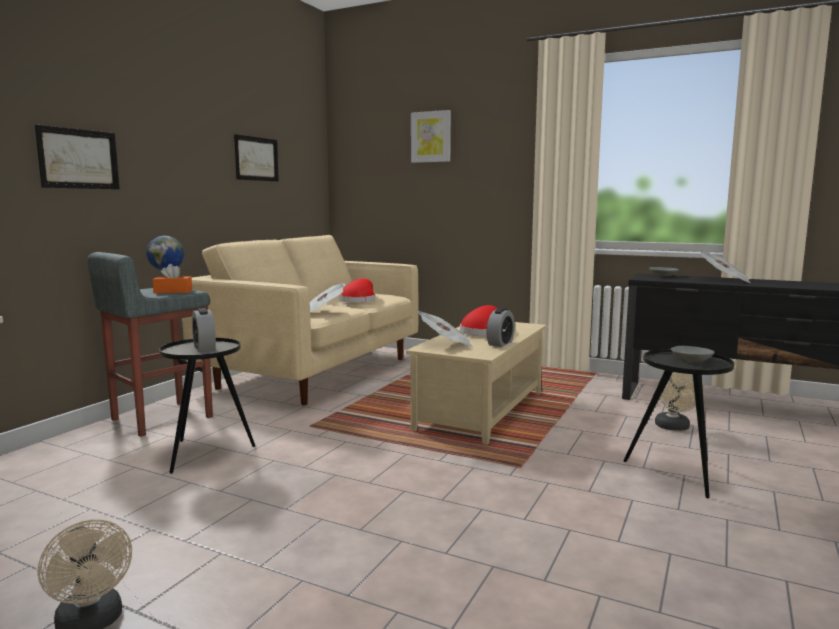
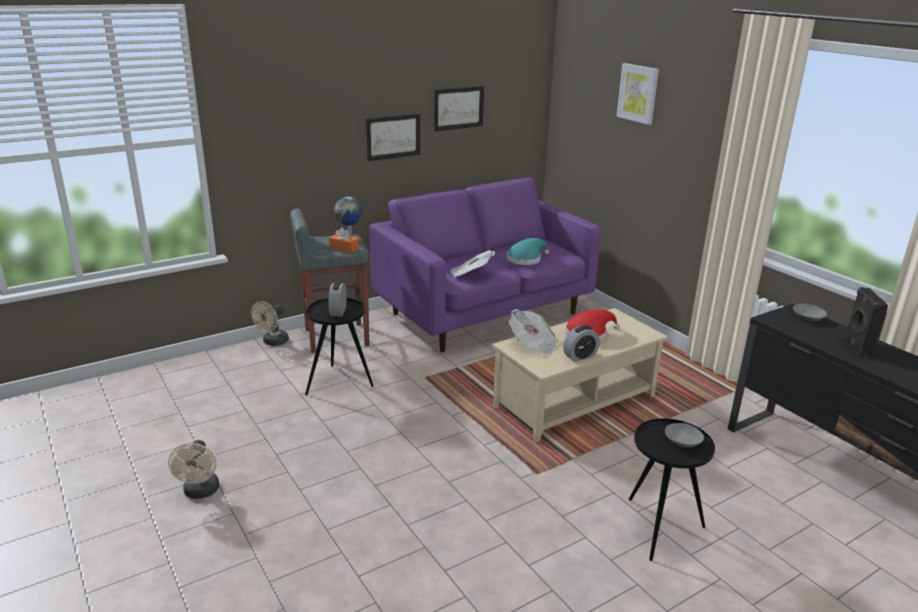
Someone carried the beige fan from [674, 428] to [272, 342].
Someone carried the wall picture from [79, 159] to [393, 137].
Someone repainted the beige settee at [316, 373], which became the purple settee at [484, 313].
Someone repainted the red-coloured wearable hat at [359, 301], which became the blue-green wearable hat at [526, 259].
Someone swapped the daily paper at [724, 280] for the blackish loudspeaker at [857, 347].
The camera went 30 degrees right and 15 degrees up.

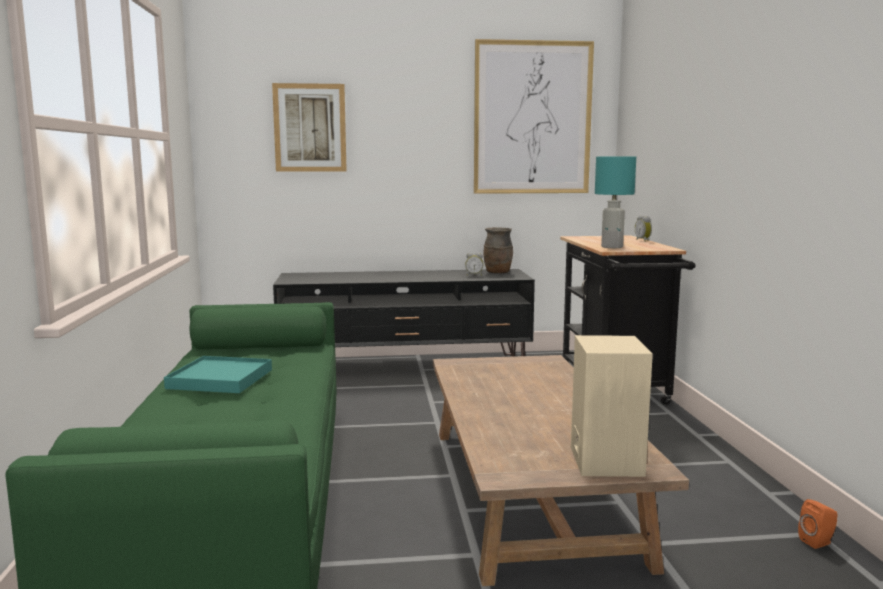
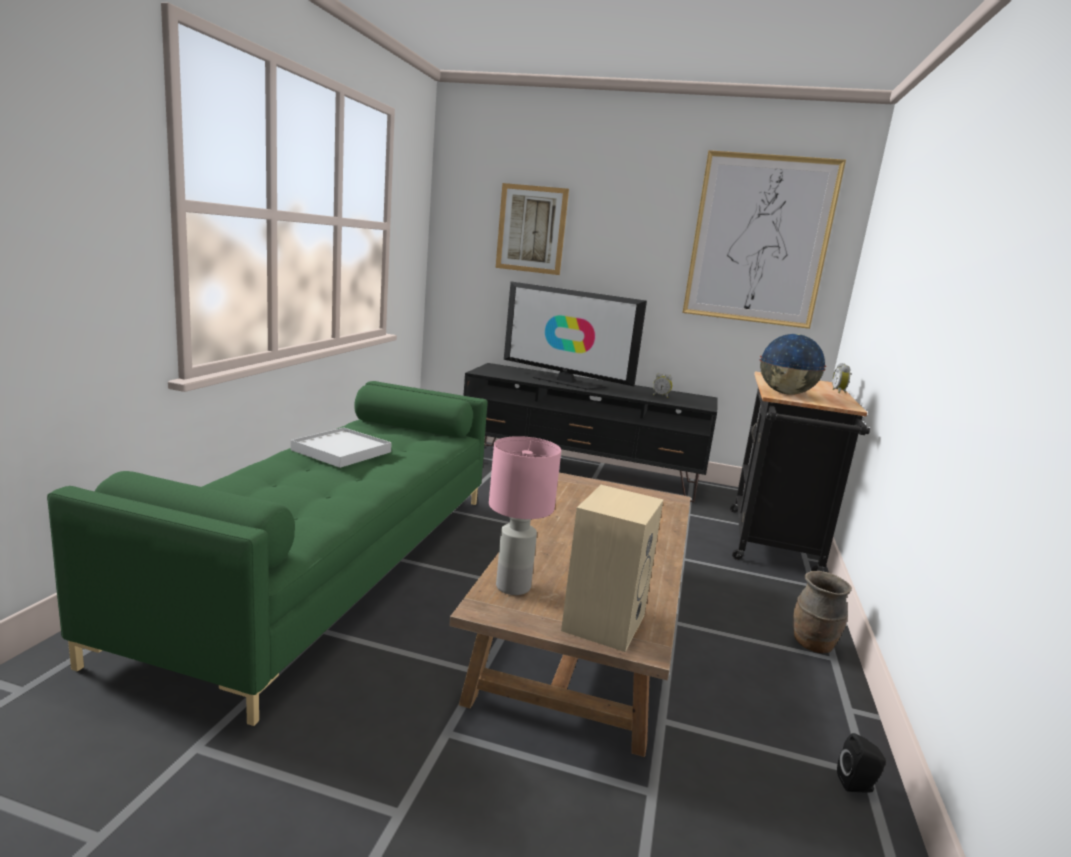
Someone repainted the blue-green tray at [220, 379], which became the white tray at [341, 451].
Someone put down the pink-coloured table lamp at [512, 587].
Someone put down the TV at [565, 382].
Someone swapped the blue-green table lamp at [612, 247] for the globe at [786, 393].
Someone carried the brownish vase from [498, 273] to [813, 645].
Someone repainted the orange-coloured loudspeaker at [818, 542], which became the blackish loudspeaker at [857, 785].
The camera went 20 degrees right and 5 degrees up.

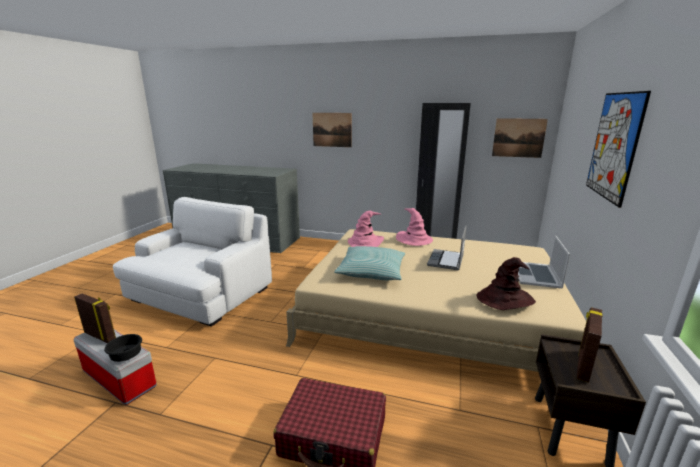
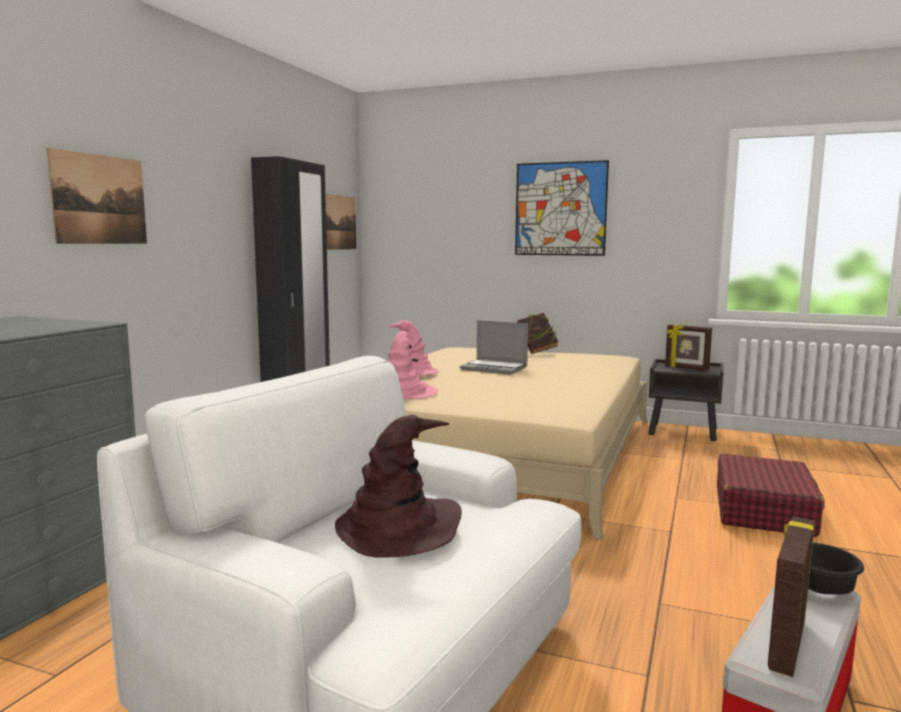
Someone carried the brownish wearable hat from [505, 299] to [399, 528].
Someone swapped the notebook computer at [536, 275] for the bound book at [537, 352].
Someone took away the cushion at [371, 271].
The camera went 85 degrees left and 10 degrees down.

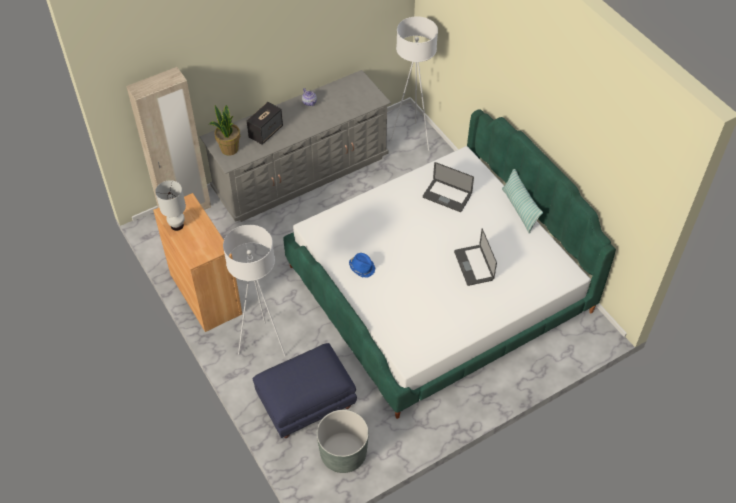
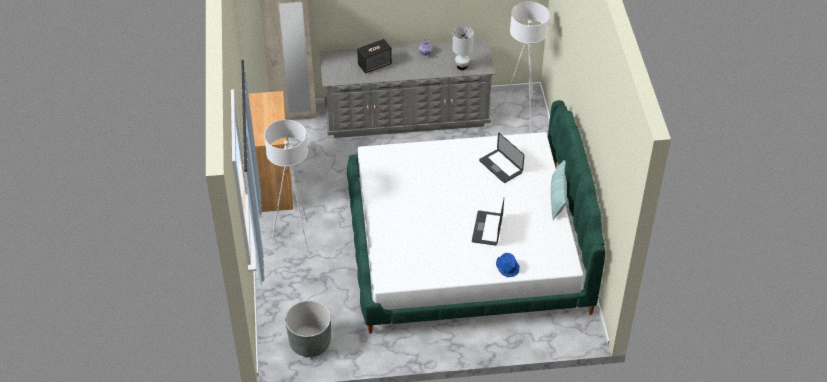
Someone carried the white table lamp from [177, 226] to [462, 66].
Someone carried the blue-coloured wearable hat from [362, 267] to [507, 267].
Someone took away the plant in a pot at [229, 149].
Someone took away the blue-coloured footrest at [305, 404].
The camera went 25 degrees right and 5 degrees down.

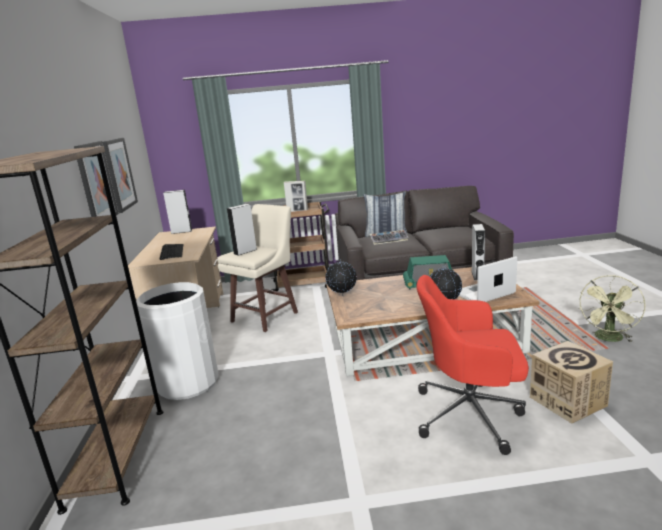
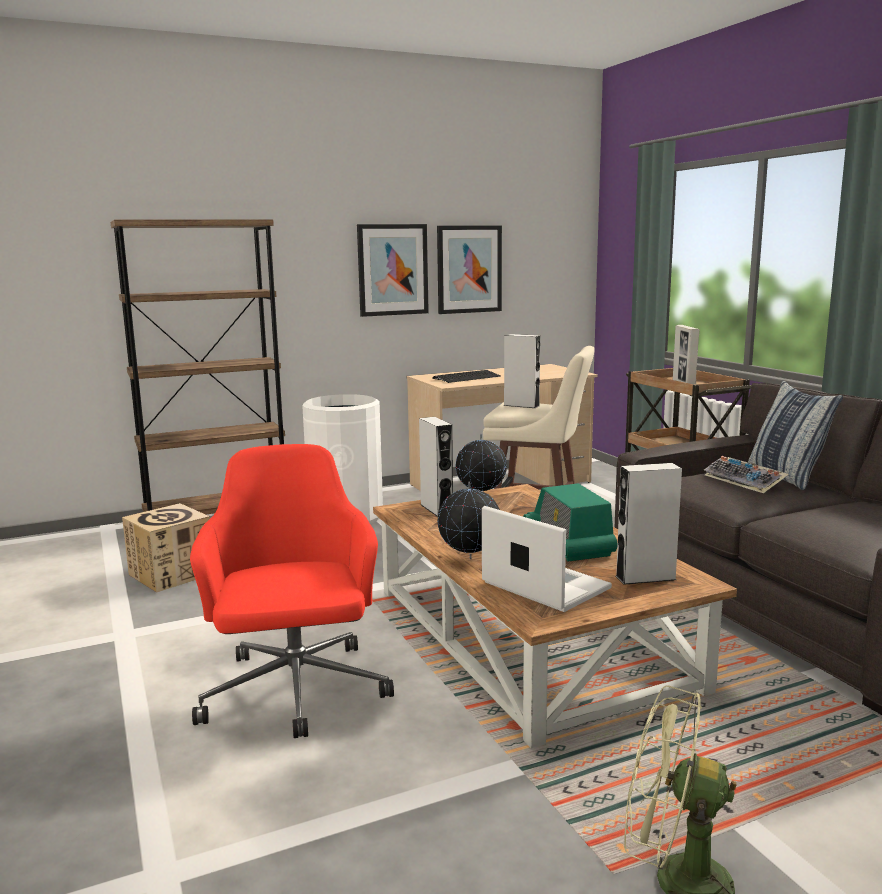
Someone carried the cardboard box from [567, 401] to [171, 574].
Someone carried the grey loudspeaker from [181, 231] to [436, 509].
The camera went 70 degrees right and 5 degrees down.

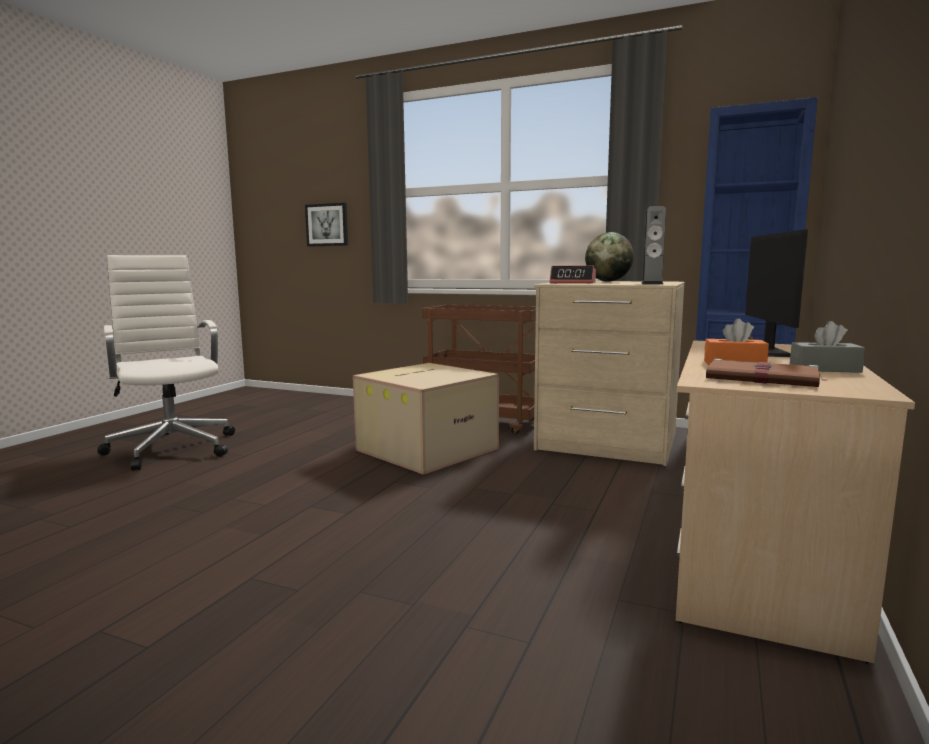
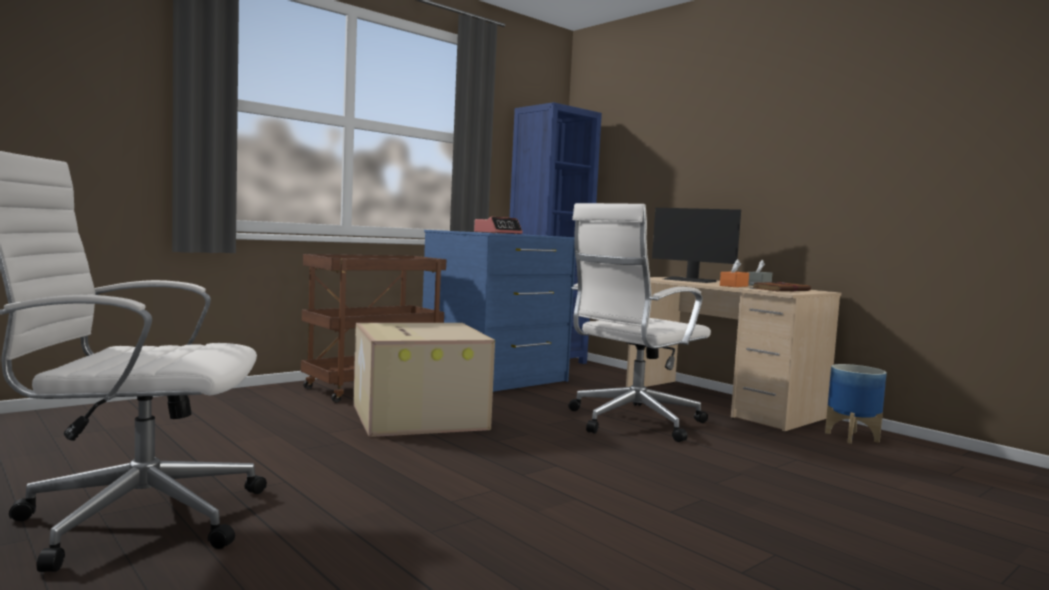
Someone repainted the beige dresser at [606, 442], which became the blue-coloured dresser at [495, 378].
Someone put down the white office chair at [631, 422].
Someone put down the flower pot at [851, 437].
Someone took away the wall picture at [327, 225].
Someone took away the globe at [608, 281].
Someone took away the loudspeaker at [652, 283].
The camera went 65 degrees left and 5 degrees down.

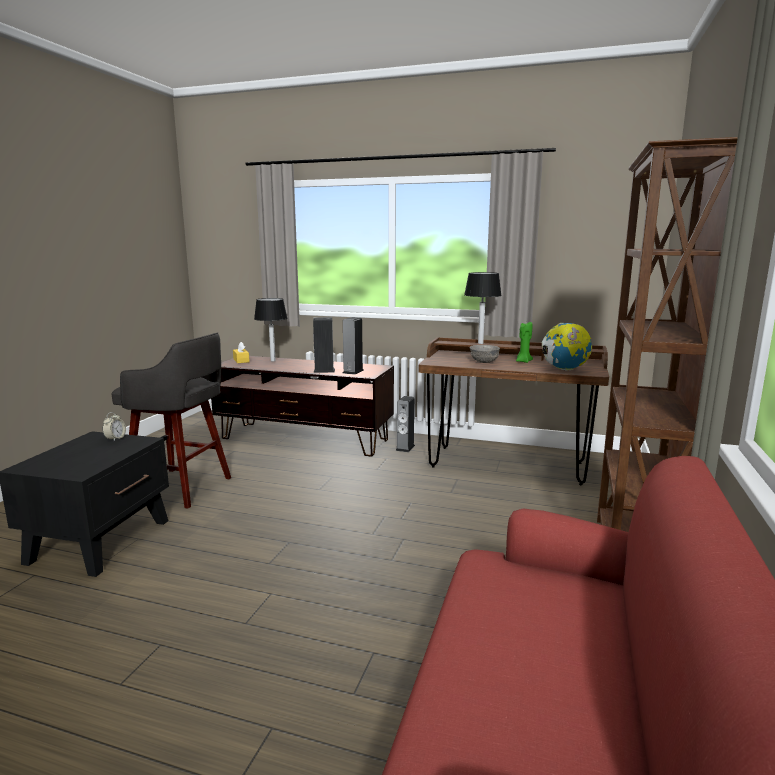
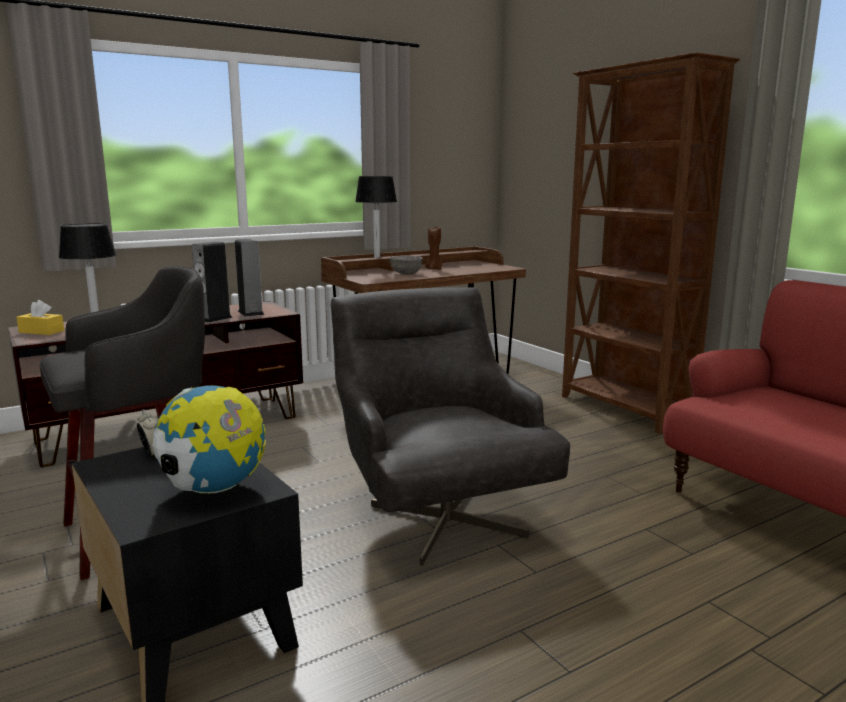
Someone carried the globe from [564, 369] to [213, 489].
Someone put down the grey easy chair at [438, 512].
Someone repainted the greenish wax candle at [523, 361], which became the brownish wax candle at [433, 269].
Someone took away the loudspeaker at [405, 448].
The camera went 50 degrees left and 0 degrees up.

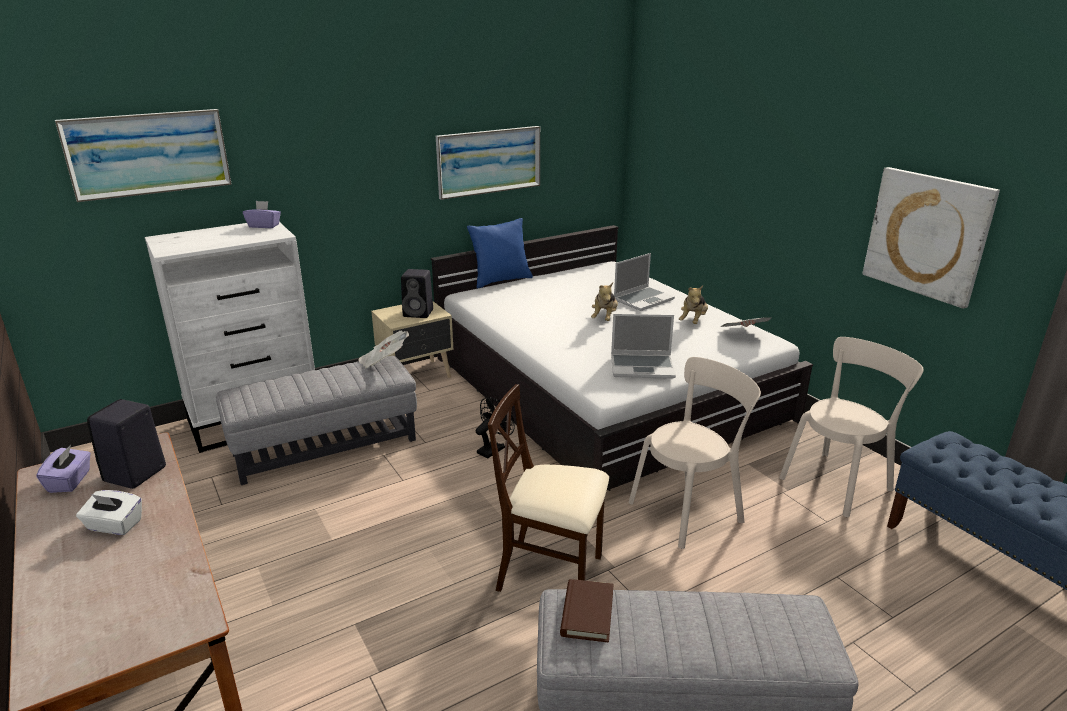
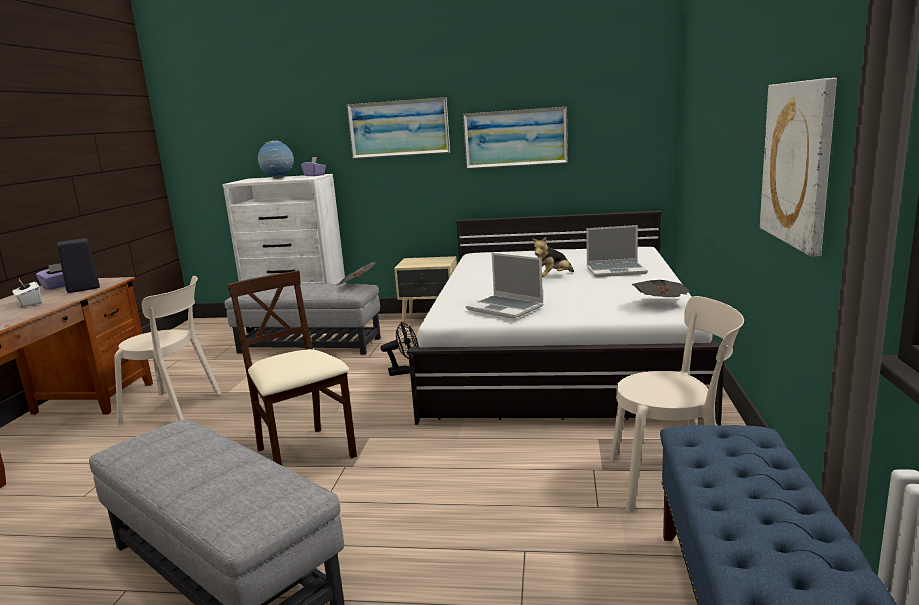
Someone carried the beige upright chair from [689, 510] to [176, 408].
Someone put down the globe at [278, 178].
Someone carried the wall picture from [148, 153] to [399, 128].
Someone took away the blackish loudspeaker at [419, 313].
Someone took away the blue-coloured cushion at [501, 280].
Someone took away the brownish bound book at [587, 613].
Someone took away the cuddly toy at [693, 321].
The camera went 40 degrees right and 10 degrees down.

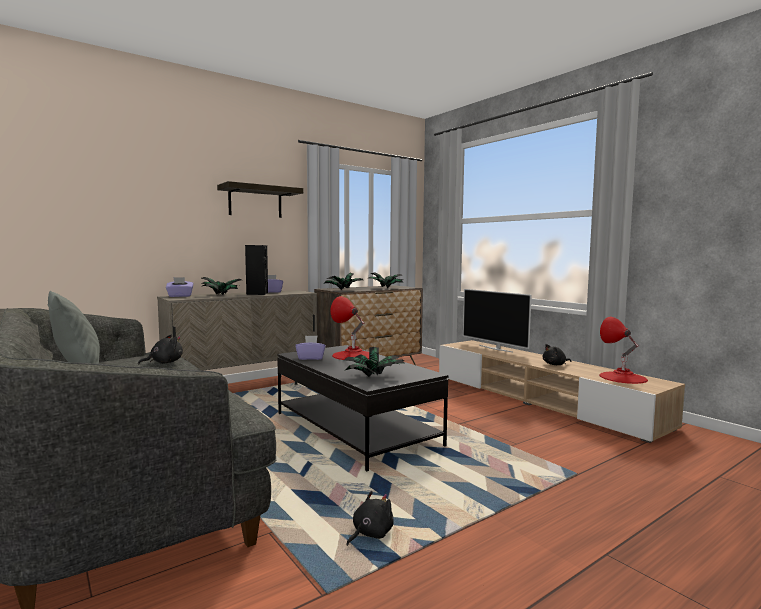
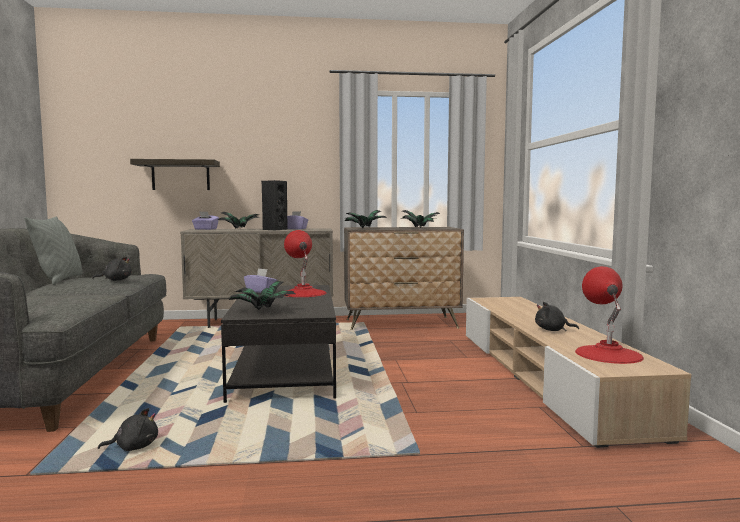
Someone carried the wall shelf from [255, 202] to [180, 175].
Someone took away the TV at [495, 348].
The camera went 30 degrees right and 0 degrees up.

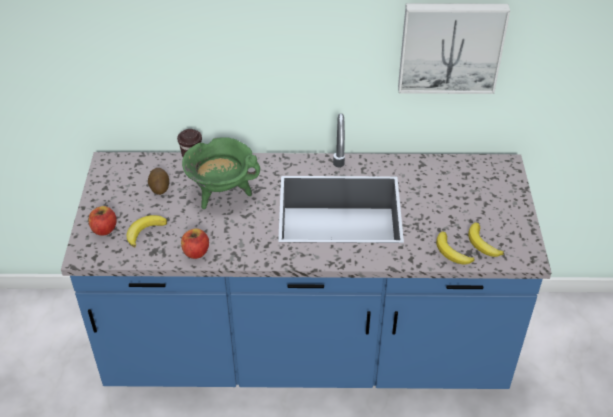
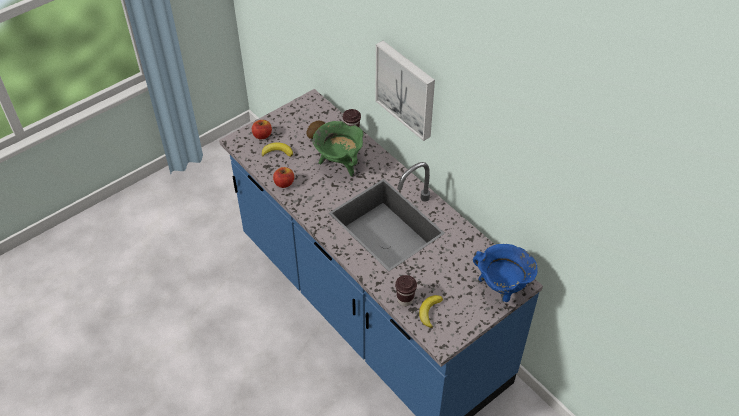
Someone carried the wall picture from [450, 46] to [407, 89].
Someone swapped the whole banana at [451, 252] for the brownish drinking cup at [405, 300].
Someone put down the blue-coloured cooking pot at [502, 288].
The camera went 50 degrees right and 5 degrees up.

